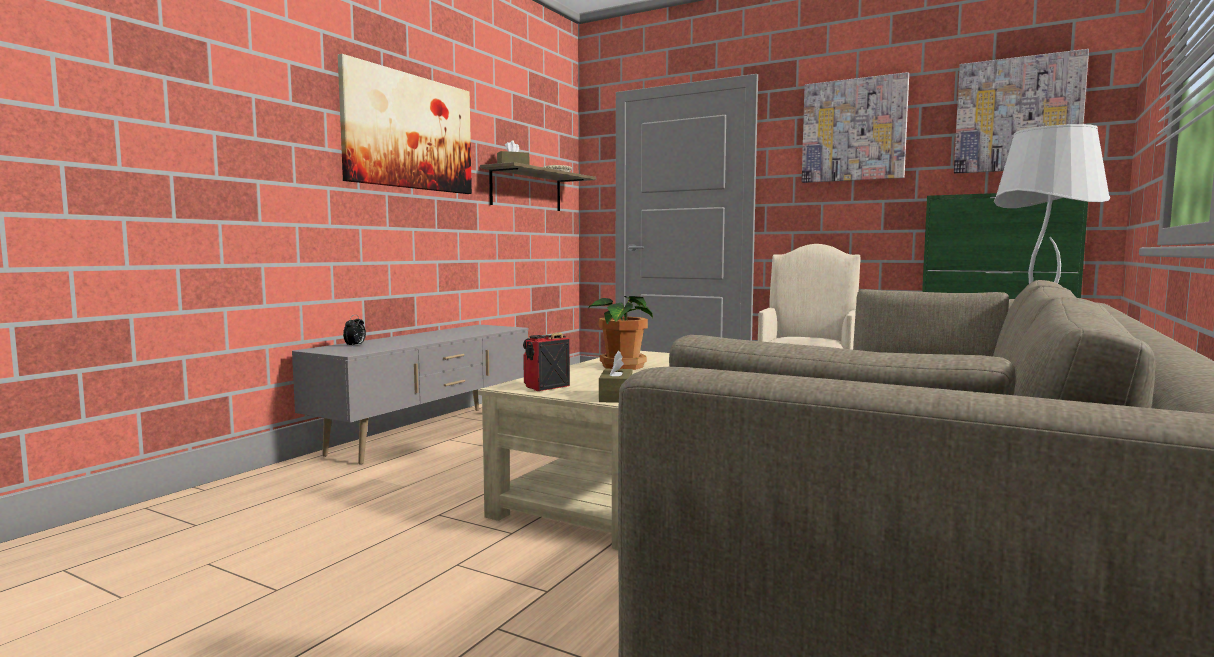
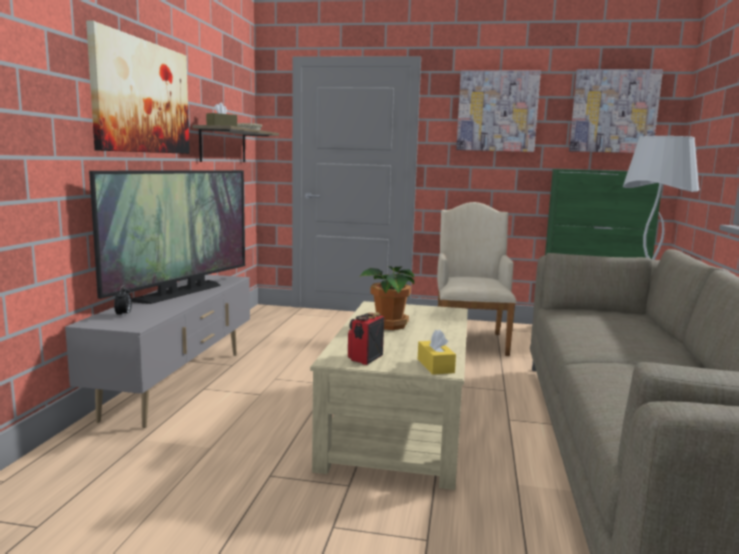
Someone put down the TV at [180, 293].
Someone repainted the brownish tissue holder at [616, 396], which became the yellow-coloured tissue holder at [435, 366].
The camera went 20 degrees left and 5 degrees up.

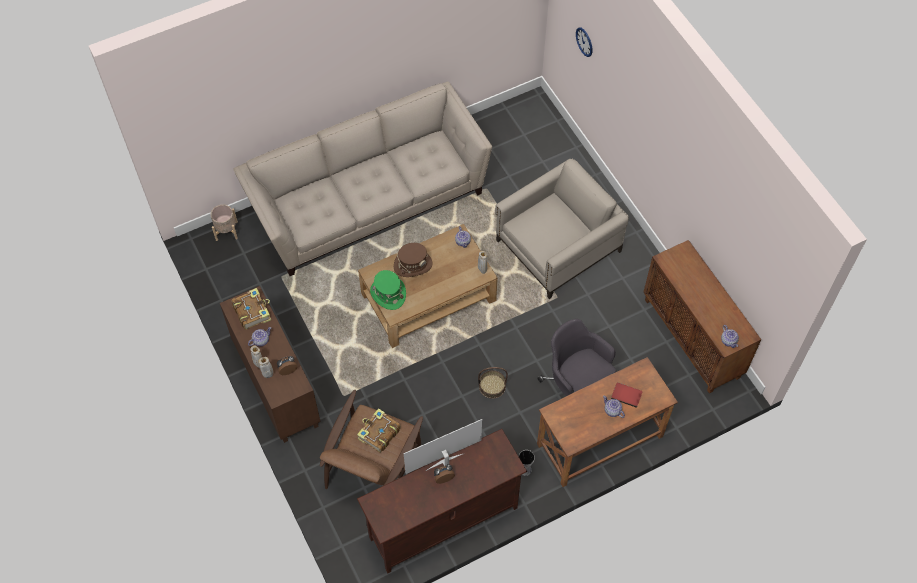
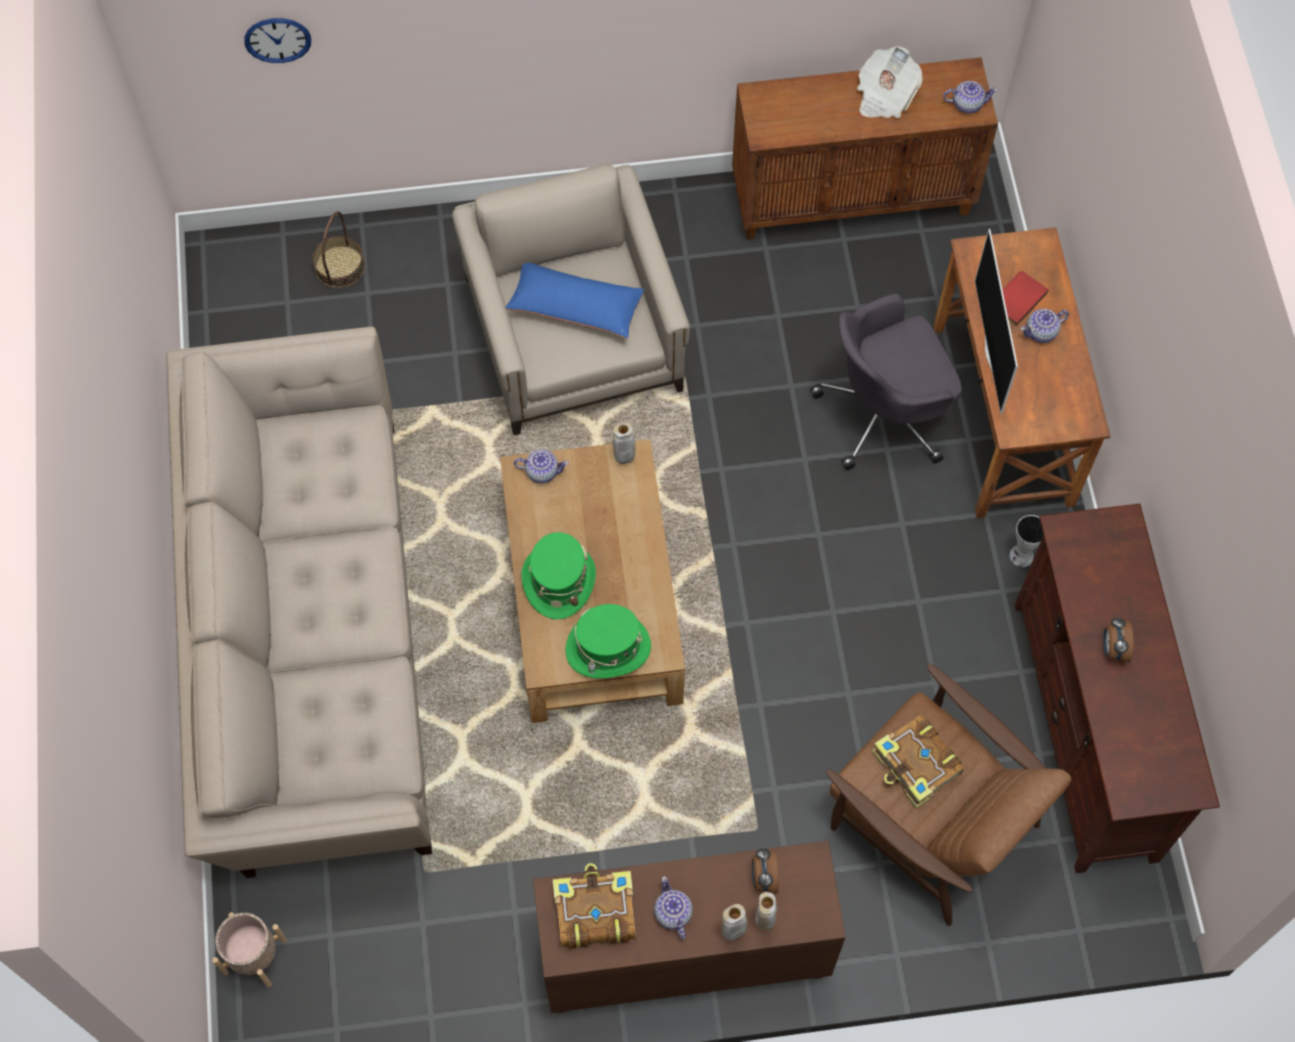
Someone carried the storage basket from [492, 386] to [340, 267].
Someone put down the blue-coloured cushion at [575, 307].
Someone repainted the brownish wearable hat at [413, 265], which became the greenish wearable hat at [558, 580].
Someone put down the daily paper at [884, 95].
Someone carried the TV from [445, 462] to [992, 352].
The camera went 70 degrees left and 5 degrees up.

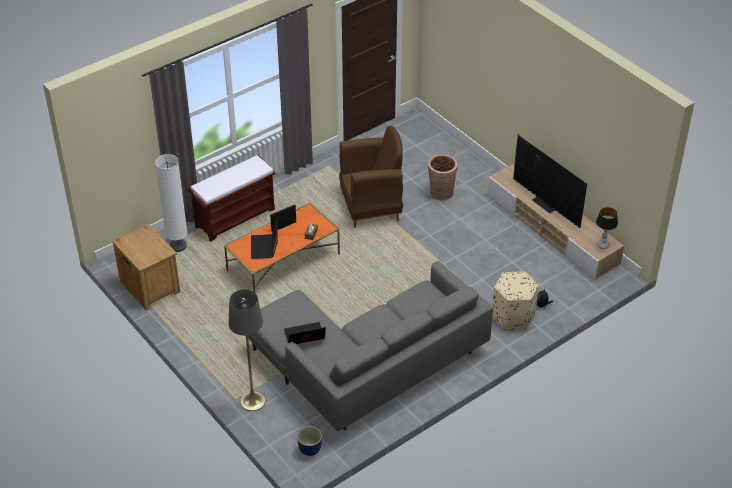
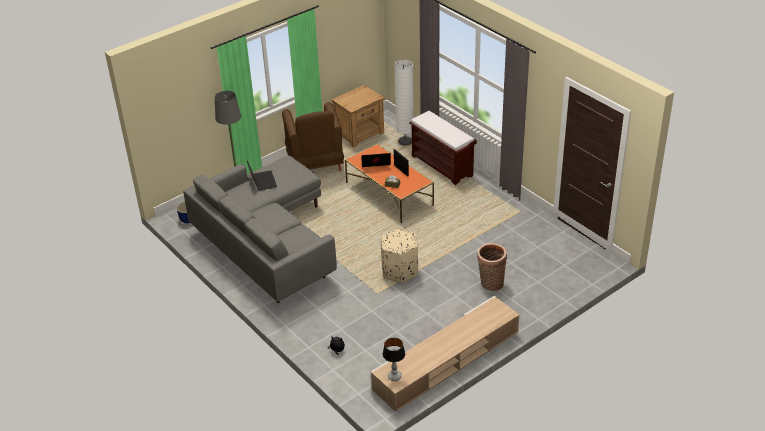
Someone carried the brownish easy chair from [371, 207] to [315, 165].
Someone carried the beige footrest from [513, 316] to [399, 271].
Someone took away the TV at [546, 203].
The camera went 90 degrees right and 5 degrees down.

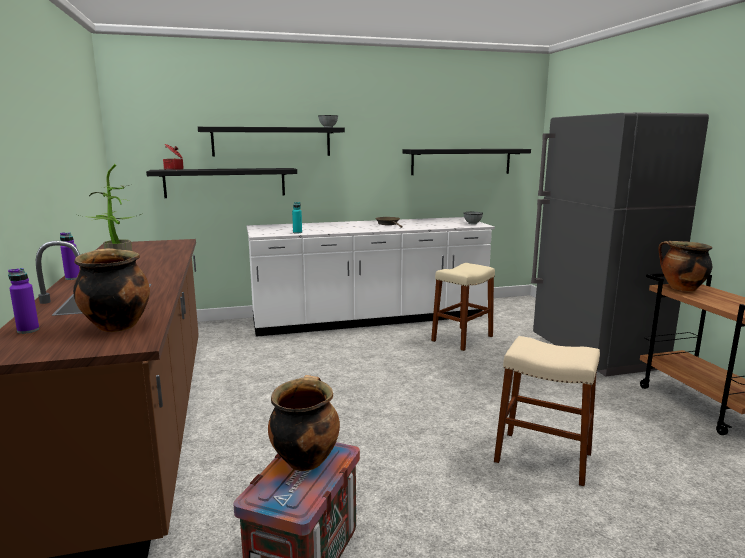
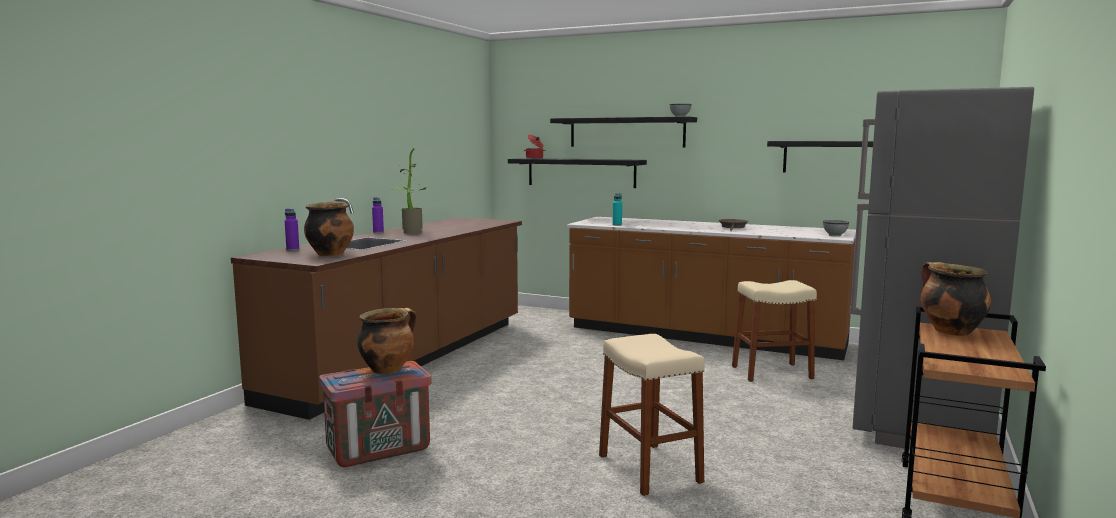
Someone repainted the white kitchen base unit at [369, 319], which became the brownish kitchen base unit at [704, 336].
The camera went 40 degrees right and 5 degrees down.

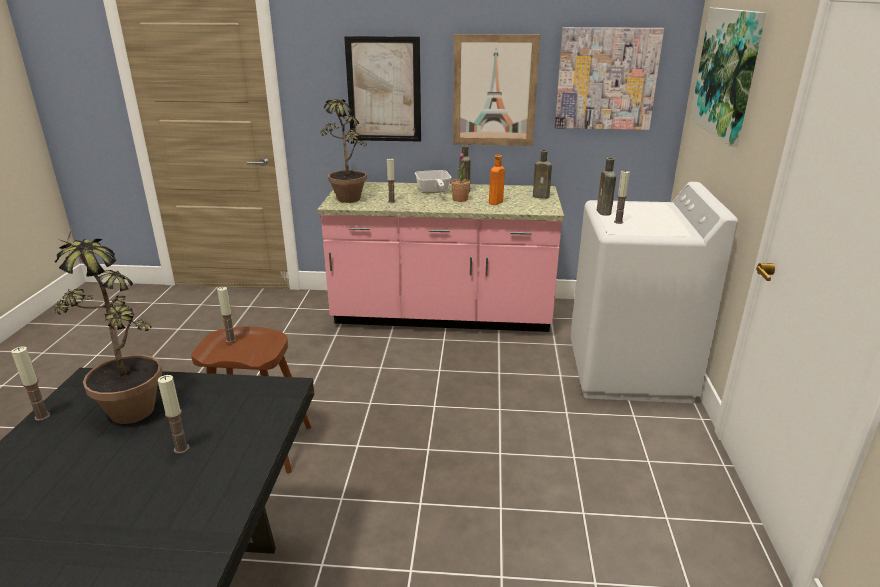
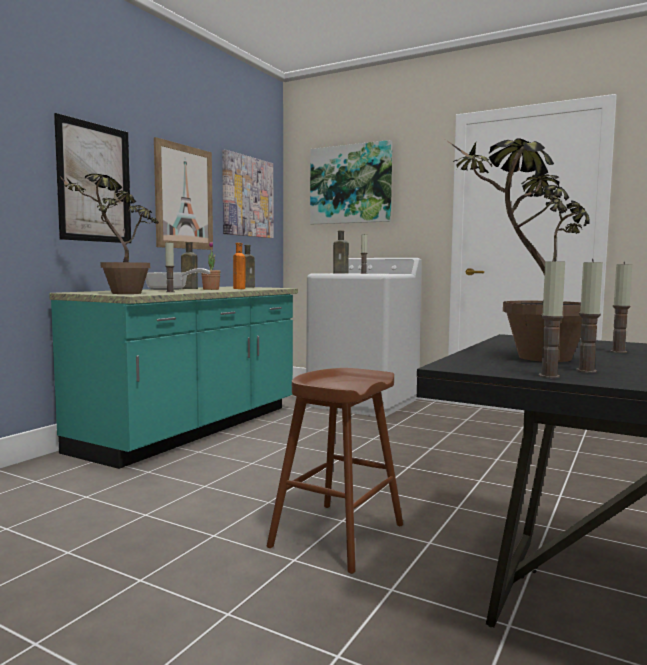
Someone repainted the pink-coloured kitchen base unit at [442, 315], which became the blue-green kitchen base unit at [193, 428].
Someone carried the wax candle from [231, 340] to [586, 371].
The camera went 65 degrees left and 20 degrees down.

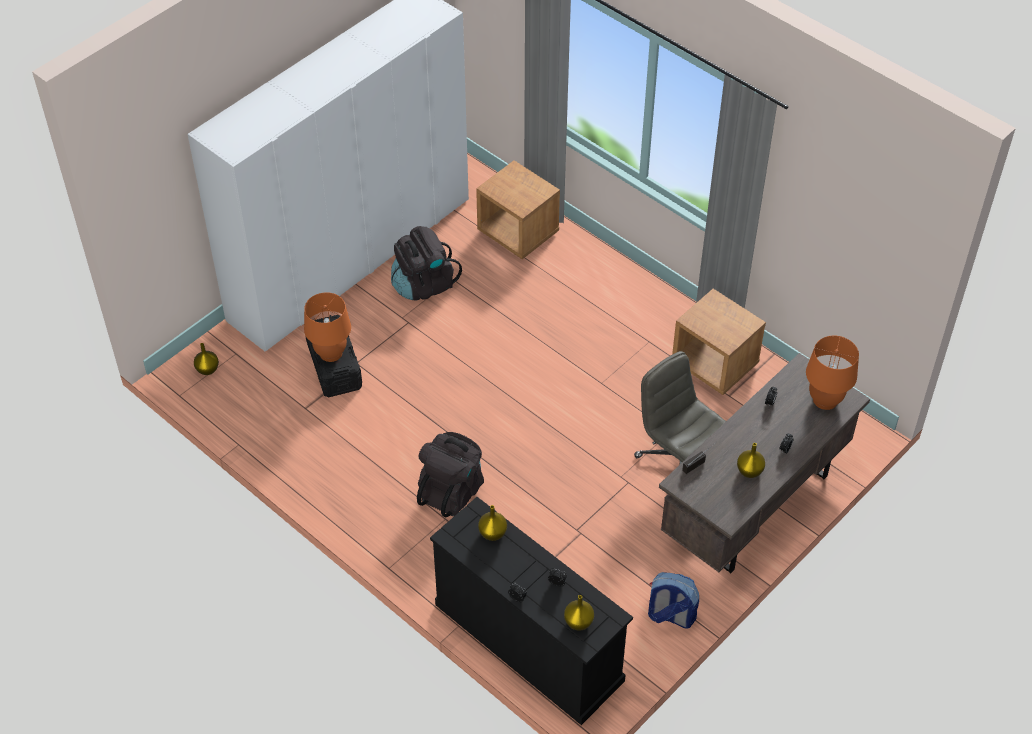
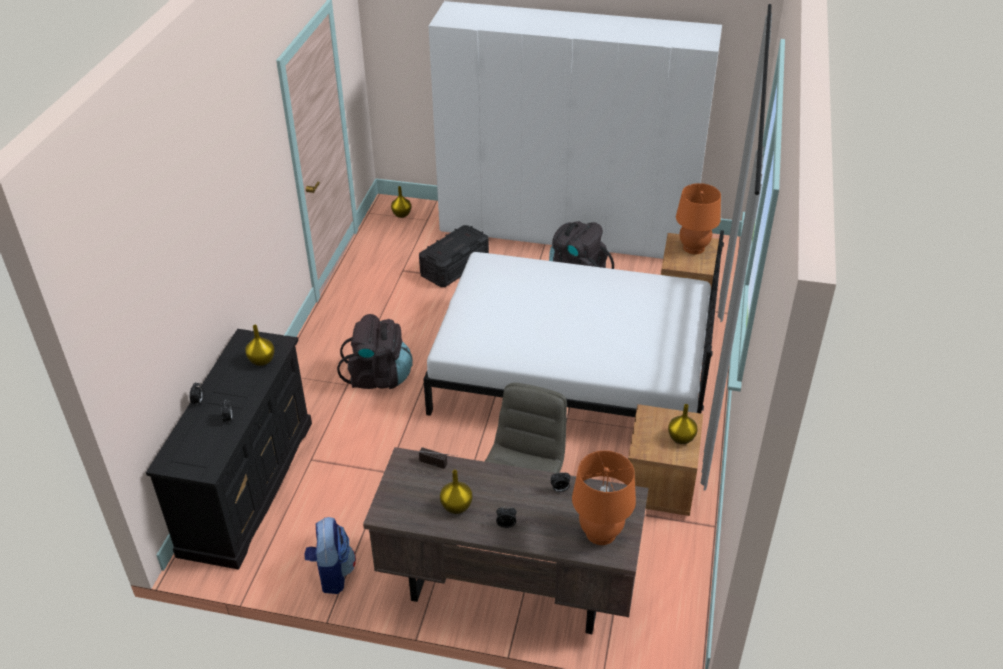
Someone put down the white bed at [573, 371].
Someone carried the yellow-coloured vase from [579, 623] to [681, 439].
Someone carried the orange-coloured table lamp from [331, 353] to [693, 248].
The camera went 60 degrees right and 10 degrees down.

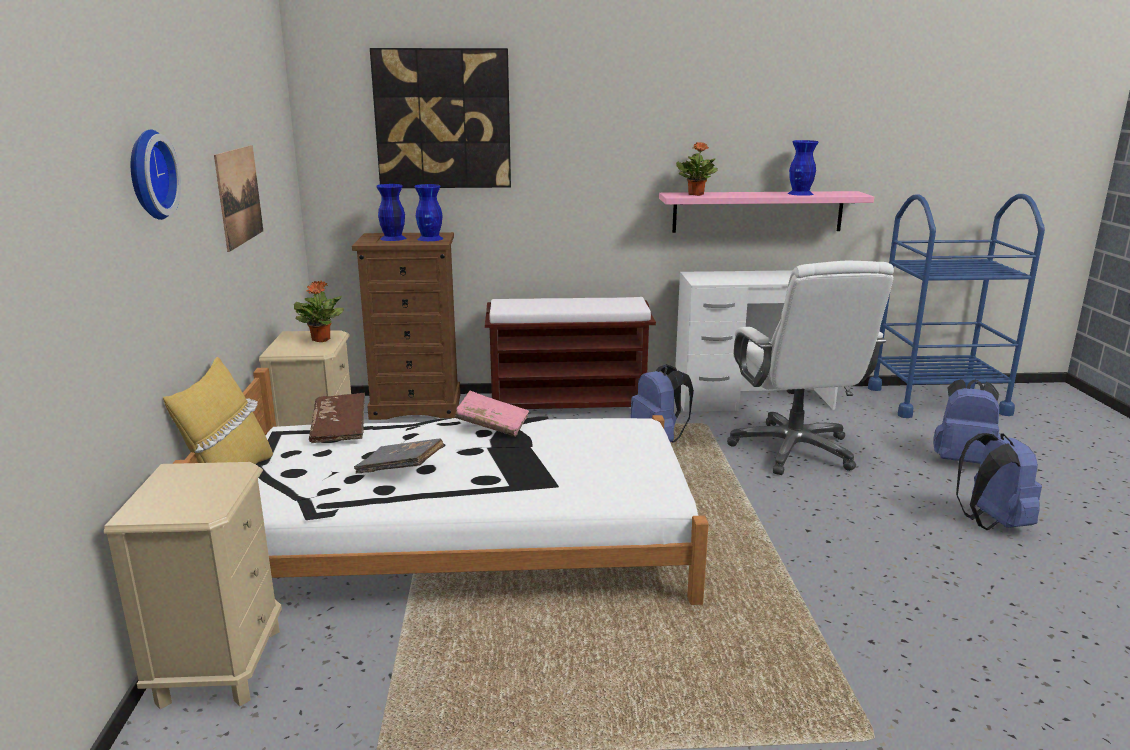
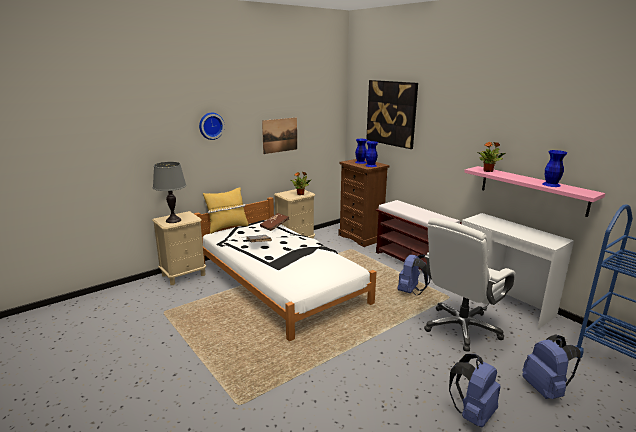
Someone put down the grey table lamp at [173, 220].
Someone took away the pink-coloured bound book at [492, 425].
The camera went 55 degrees right and 0 degrees up.

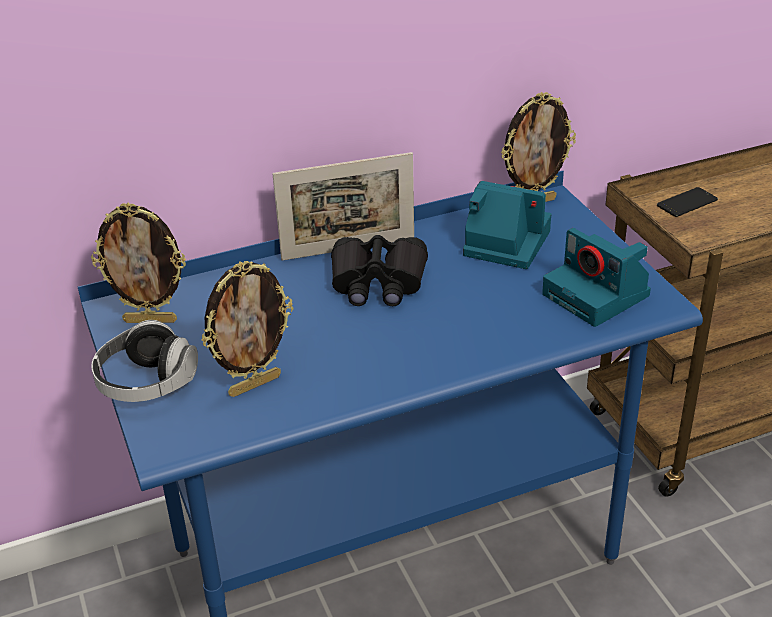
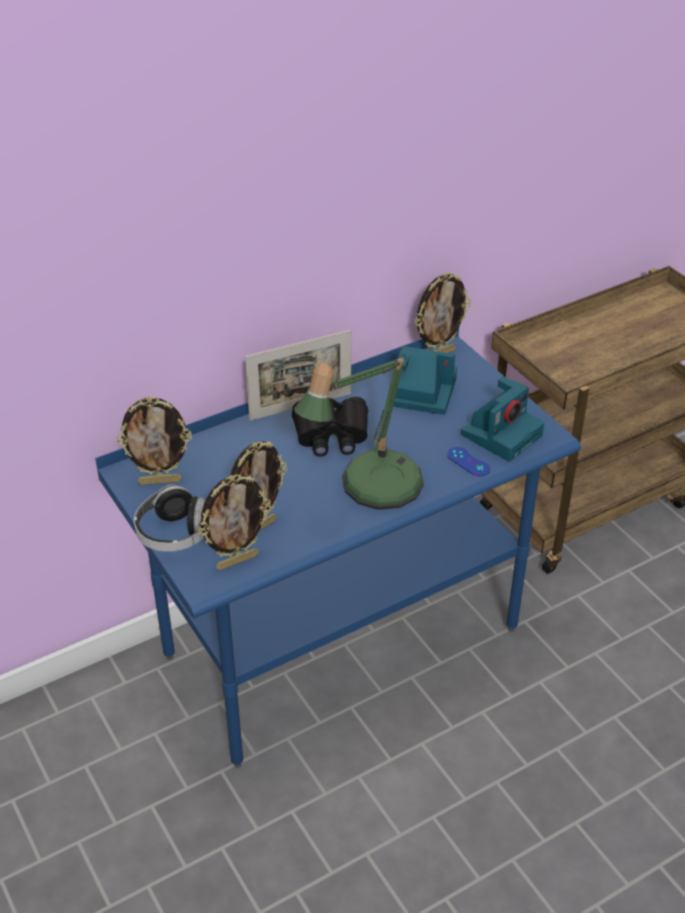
Someone put down the picture frame at [237, 561].
Someone put down the table lamp at [370, 488].
Someone put down the blue-coloured gamepad at [468, 462].
Someone rotated the still camera at [598, 295] by 90 degrees counterclockwise.
Someone took away the handset at [687, 203].
The camera went 10 degrees left and 5 degrees up.

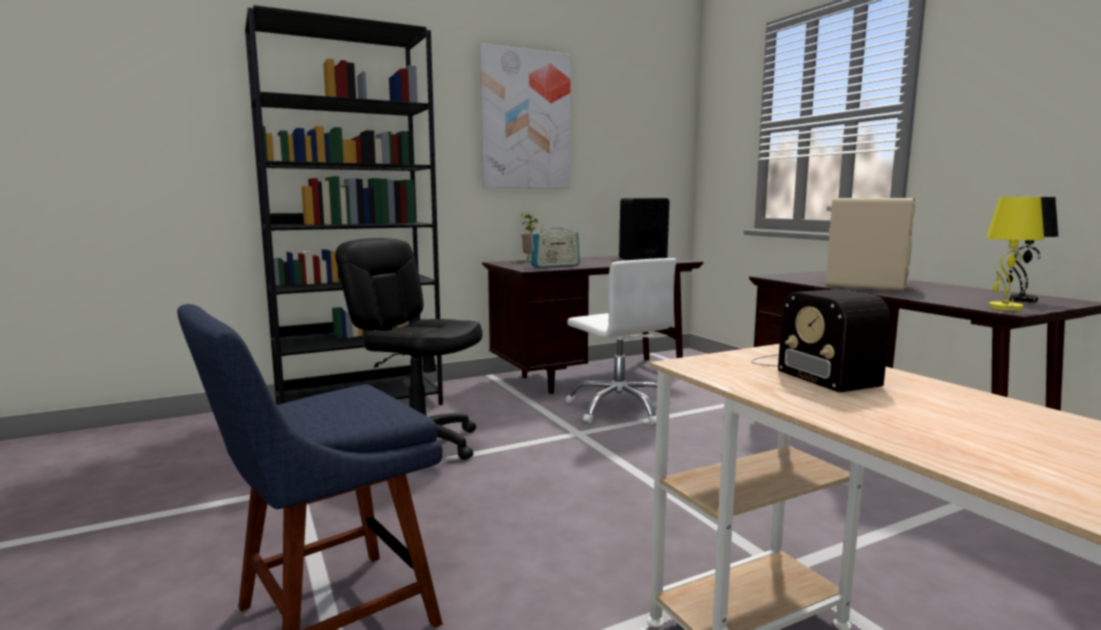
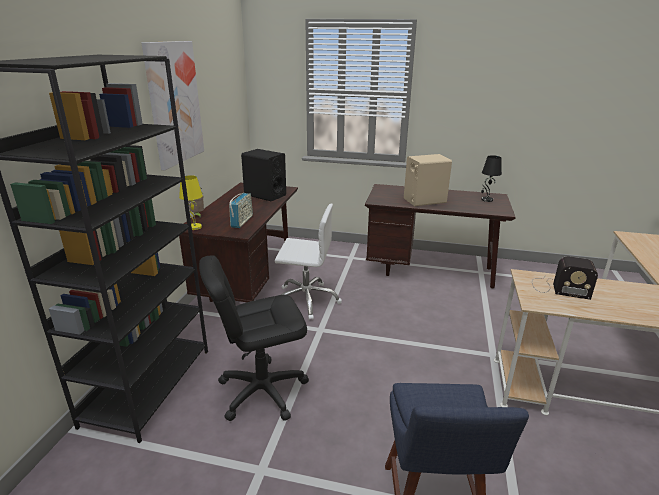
Someone carried the yellow-coloured table lamp from [1004, 308] to [195, 227].
The camera went 50 degrees left and 15 degrees up.

